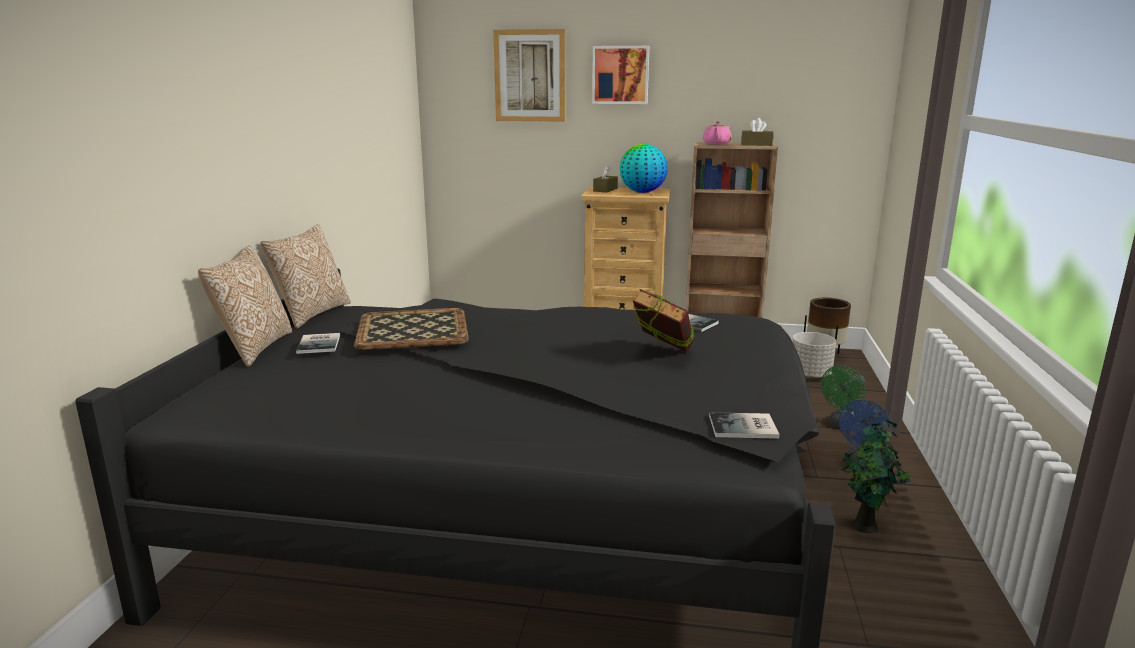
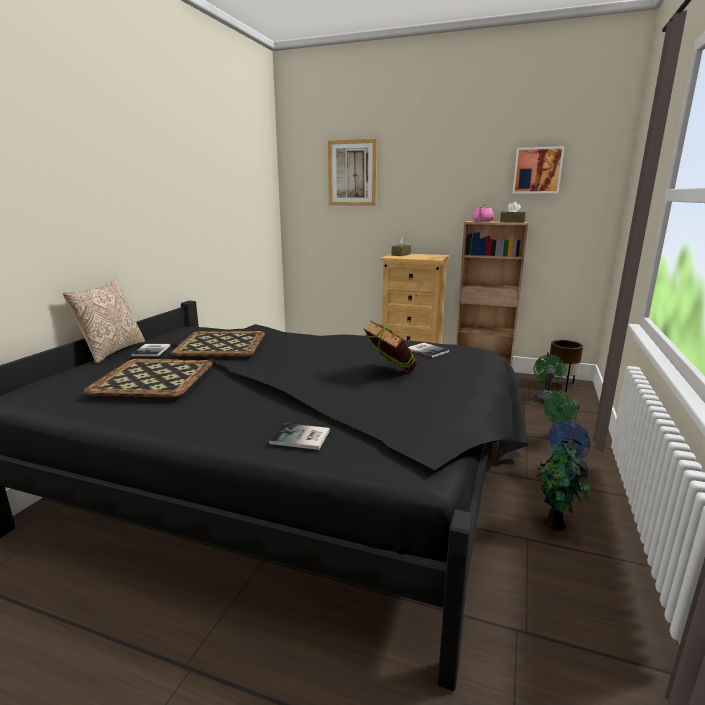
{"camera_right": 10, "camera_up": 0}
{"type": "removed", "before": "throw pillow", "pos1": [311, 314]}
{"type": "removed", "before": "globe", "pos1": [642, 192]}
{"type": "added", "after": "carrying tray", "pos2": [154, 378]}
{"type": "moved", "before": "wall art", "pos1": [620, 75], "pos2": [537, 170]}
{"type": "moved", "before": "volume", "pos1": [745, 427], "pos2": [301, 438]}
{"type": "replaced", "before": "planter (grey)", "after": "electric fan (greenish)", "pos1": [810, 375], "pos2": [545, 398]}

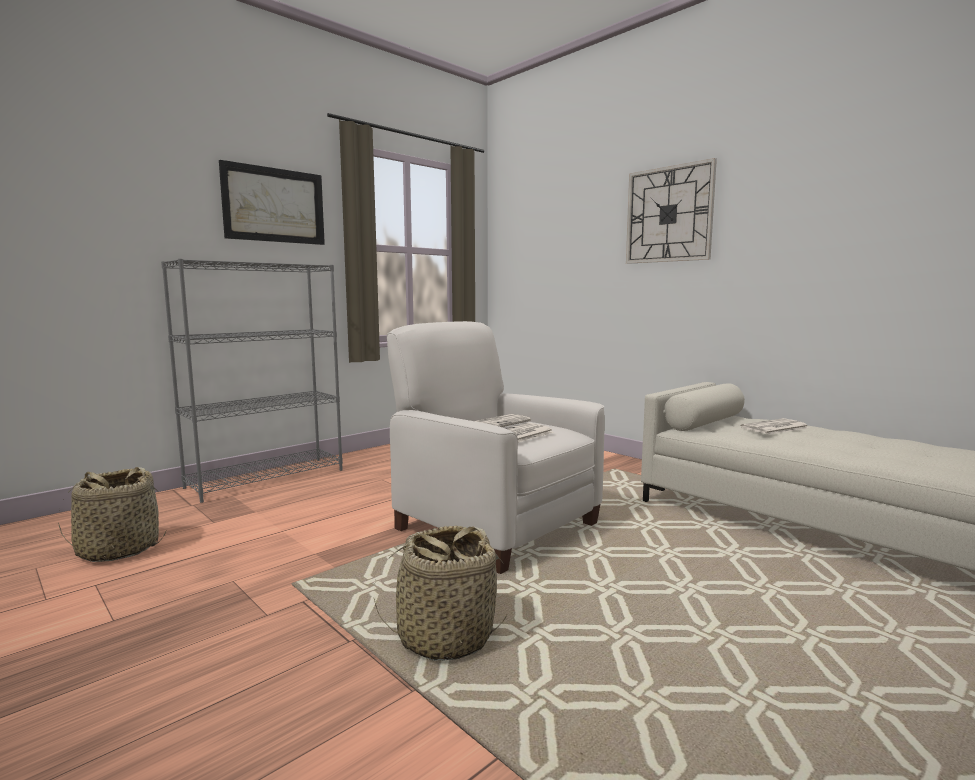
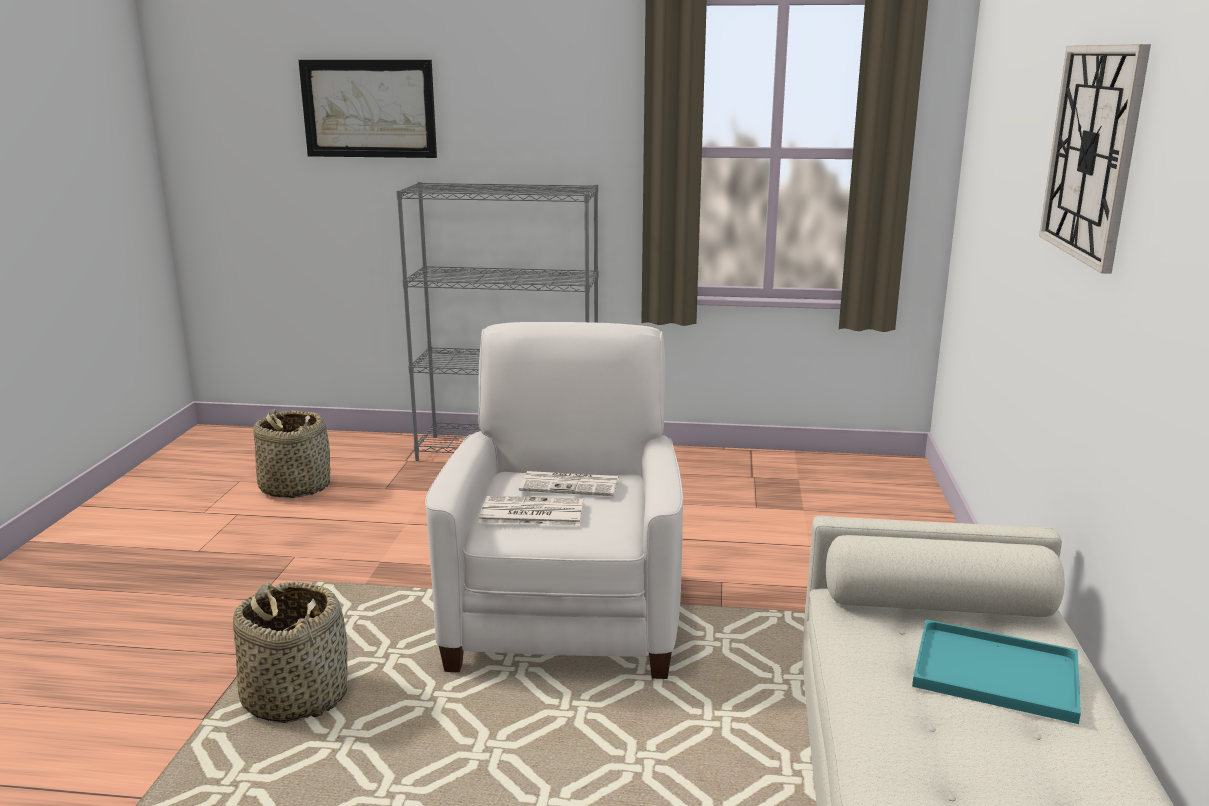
{"camera_right": 50, "camera_up": 10}
{"type": "moved", "before": "wall art", "pos1": [274, 205], "pos2": [369, 108]}
{"type": "replaced", "before": "newspaper", "after": "carrying tray (turquoise-coloured)", "pos1": [774, 428], "pos2": [992, 673]}

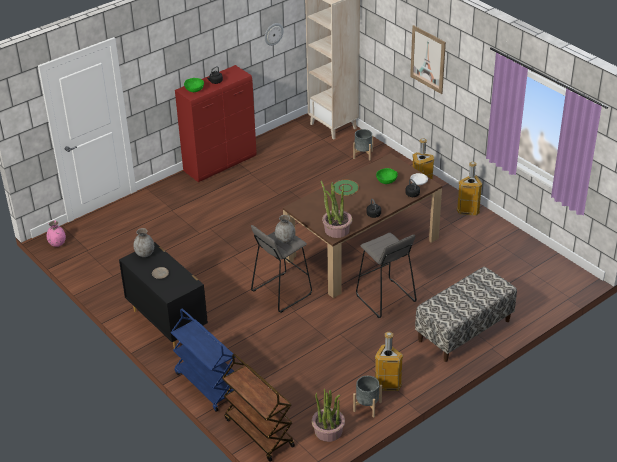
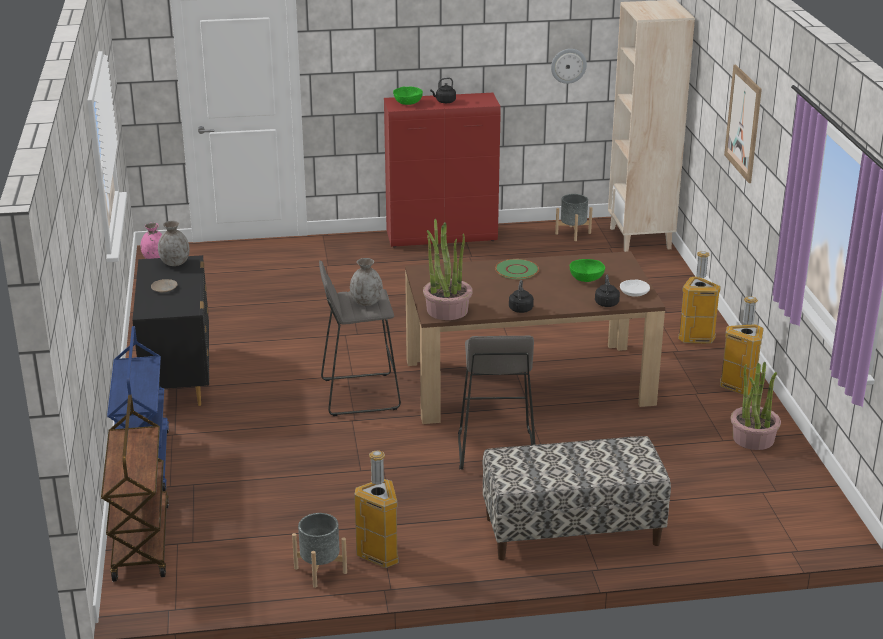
{"camera_right": 30, "camera_up": -10}
{"type": "moved", "before": "potted plant", "pos1": [328, 431], "pos2": [753, 439]}
{"type": "moved", "before": "planter (grey)", "pos1": [363, 154], "pos2": [573, 233]}

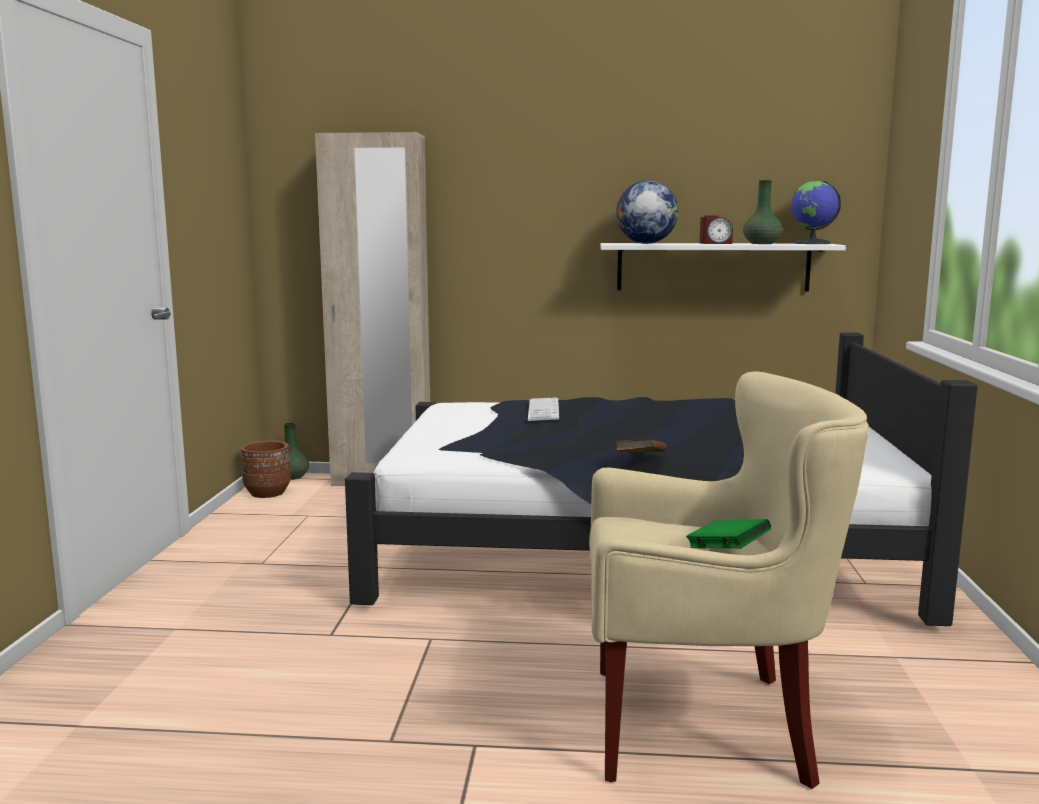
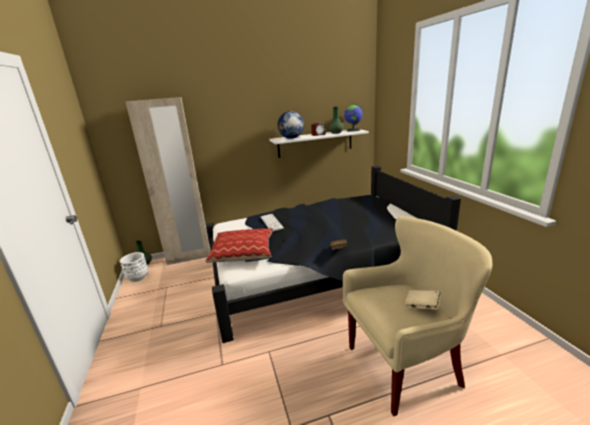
{"camera_right": -20, "camera_up": 10}
{"type": "added", "after": "throw pillow", "pos2": [243, 252]}
{"type": "recoloured", "before": "planter (brown)", "after": "planter (white)", "pos1": [267, 493], "pos2": [137, 277]}
{"type": "recoloured", "before": "volume (greenish)", "after": "volume (sand-coloured)", "pos1": [727, 552], "pos2": [422, 306]}

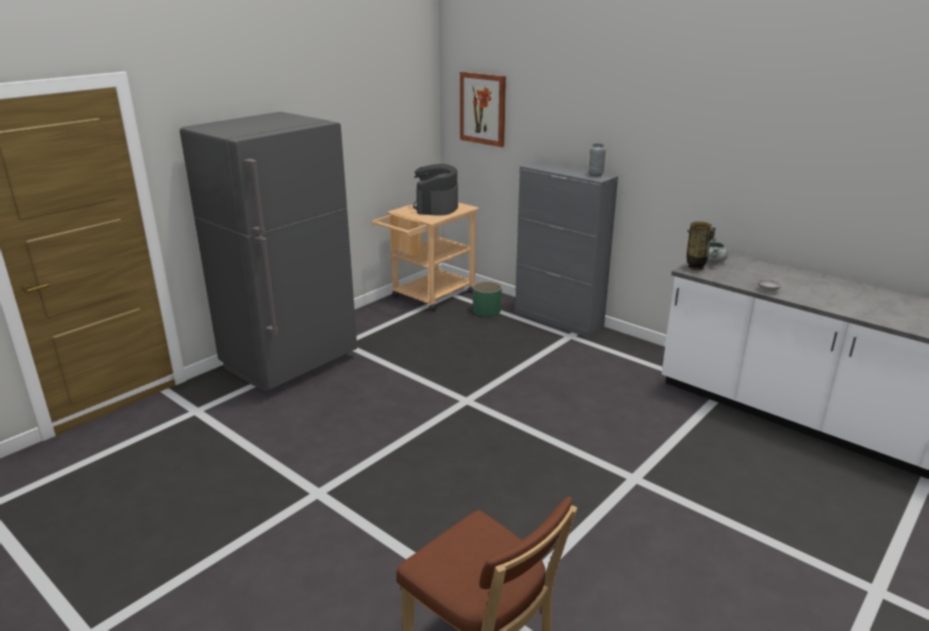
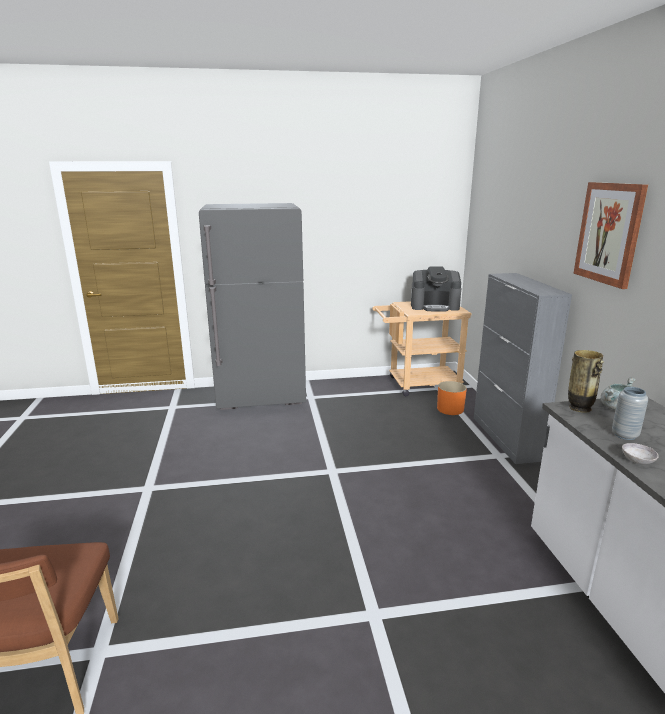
{"camera_right": 40, "camera_up": -5}
{"type": "moved", "before": "wall art", "pos1": [483, 109], "pos2": [609, 233]}
{"type": "moved", "before": "flower vase (grey)", "pos1": [595, 175], "pos2": [624, 435]}
{"type": "recoloured", "before": "planter (greenish)", "after": "planter (orange-coloured)", "pos1": [487, 310], "pos2": [450, 409]}
{"type": "turned", "before": "coffee machine", "pos1": [436, 207], "pos2": [435, 306], "turn": -135}

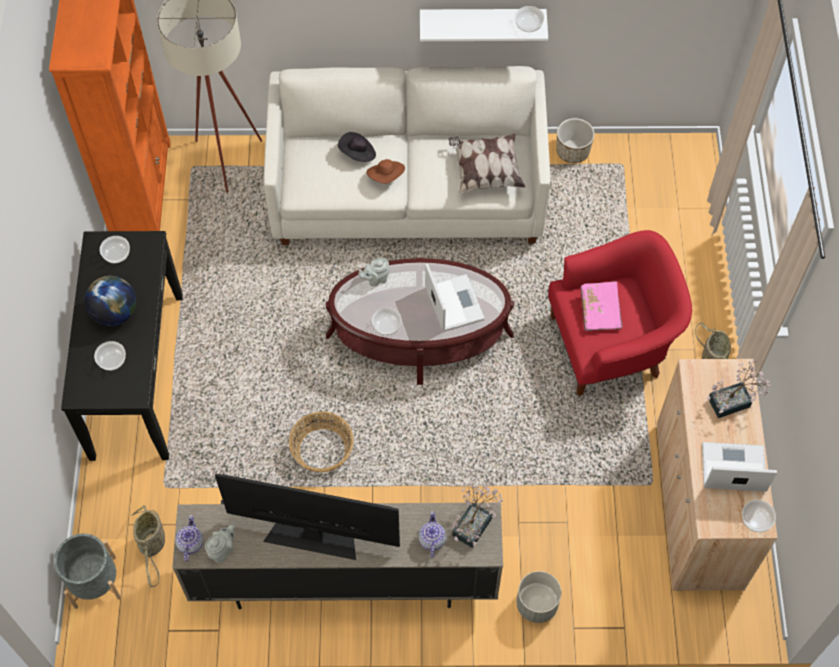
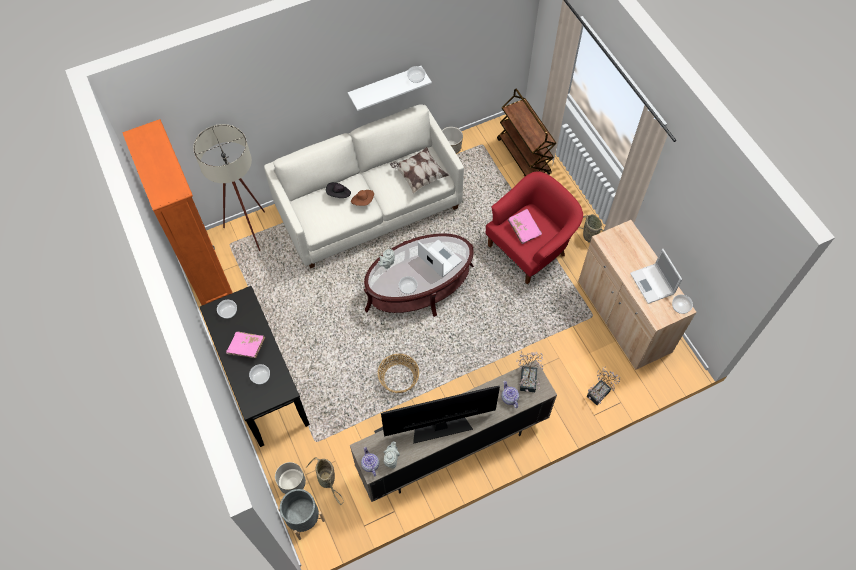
{"camera_right": -25, "camera_up": 0}
{"type": "added", "after": "wheeled cart (brown)", "pos2": [524, 157]}
{"type": "moved", "before": "planter (grey)", "pos1": [536, 604], "pos2": [292, 483]}
{"type": "moved", "before": "potted plant", "pos1": [733, 401], "pos2": [600, 392]}
{"type": "replaced", "before": "globe", "after": "volume (pinkish)", "pos1": [115, 313], "pos2": [247, 347]}
{"type": "turned", "before": "portable computer", "pos1": [732, 468], "pos2": [652, 284], "turn": -90}

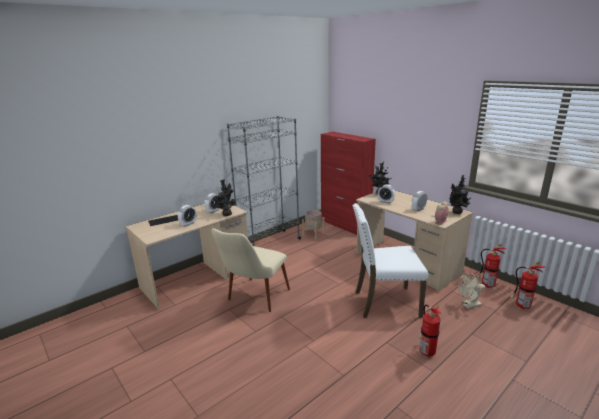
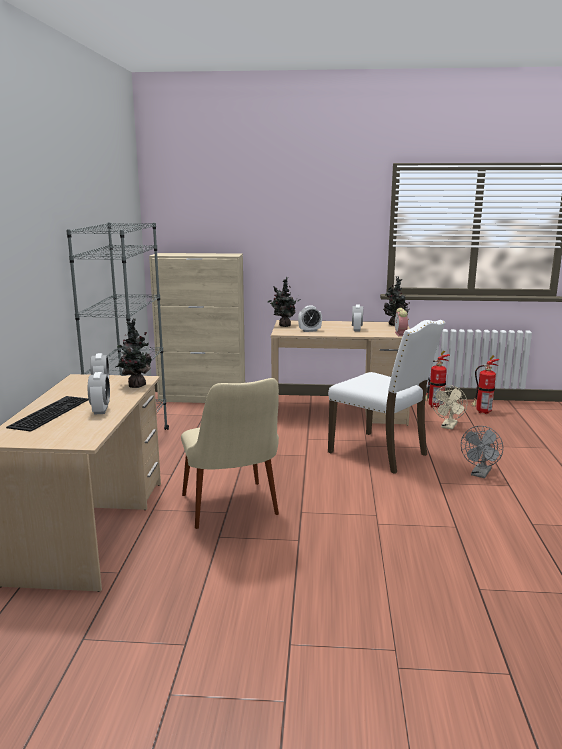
{"camera_right": -45, "camera_up": -5}
{"type": "removed", "before": "planter (sand-coloured)", "pos1": [313, 234]}
{"type": "replaced", "before": "extinguisher", "after": "electric fan (grey)", "pos1": [426, 351], "pos2": [480, 474]}
{"type": "recoloured", "before": "cabinet (red-coloured)", "after": "cabinet (sand-coloured)", "pos1": [345, 225], "pos2": [202, 398]}
{"type": "turned", "before": "upright chair (white)", "pos1": [384, 303], "pos2": [380, 453], "turn": -90}

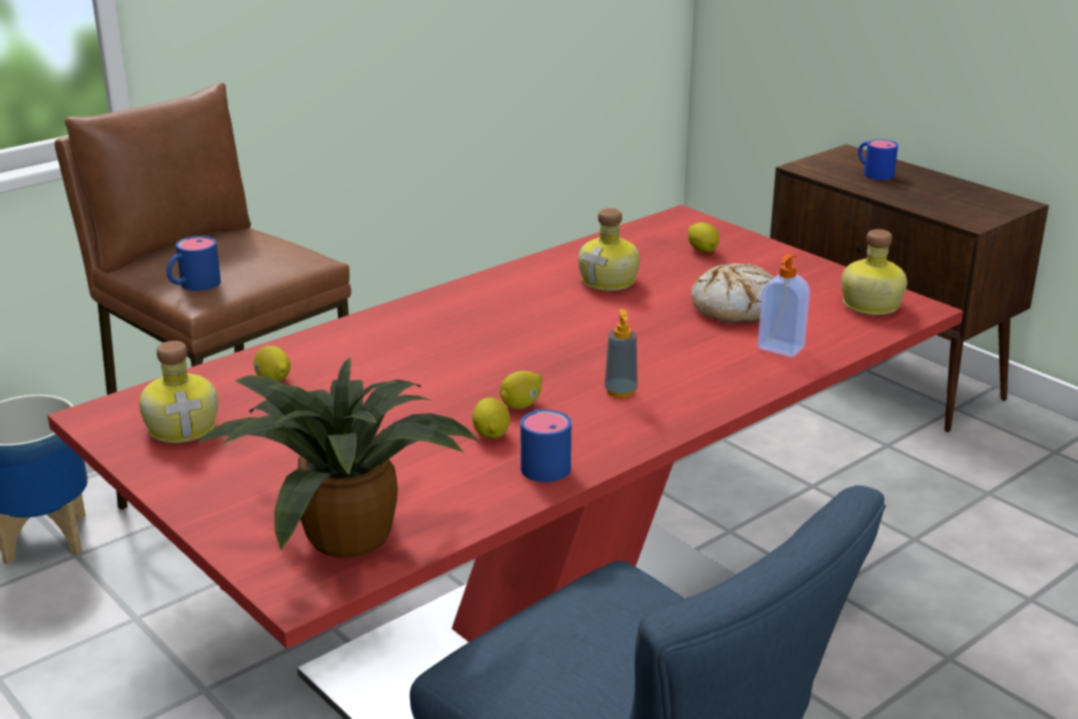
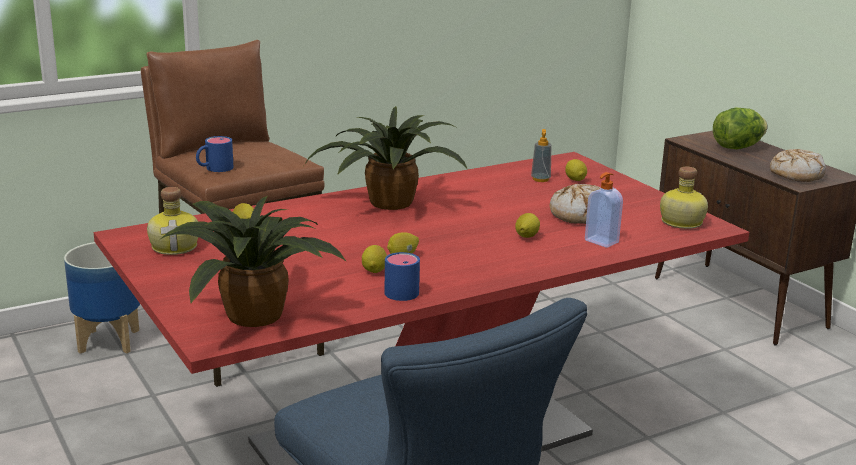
{"camera_right": 10, "camera_up": -5}
{"type": "removed", "before": "drink bottle", "pos1": [610, 281]}
{"type": "added", "after": "potted plant", "pos2": [387, 203]}
{"type": "added", "after": "citrus fruit", "pos2": [526, 237]}
{"type": "added", "after": "bread", "pos2": [796, 174]}
{"type": "moved", "before": "liquid soap bottle", "pos1": [620, 391], "pos2": [540, 179]}
{"type": "replaced", "before": "mug (blue-coloured)", "after": "head of lettuce", "pos1": [873, 172], "pos2": [737, 147]}

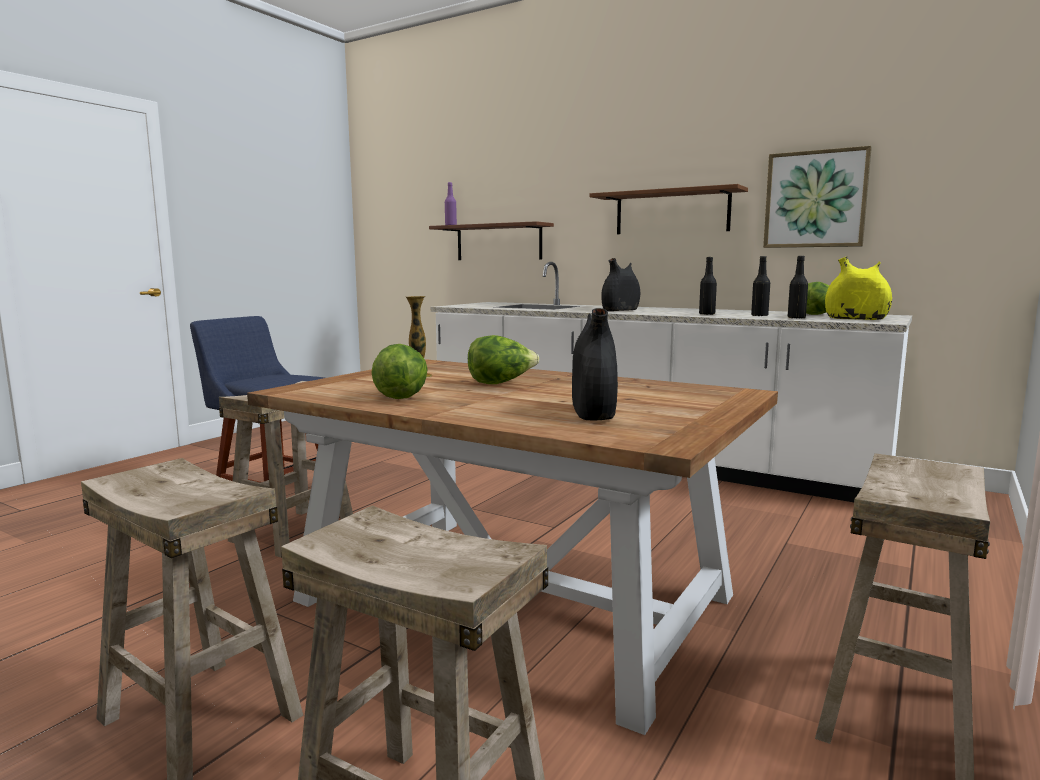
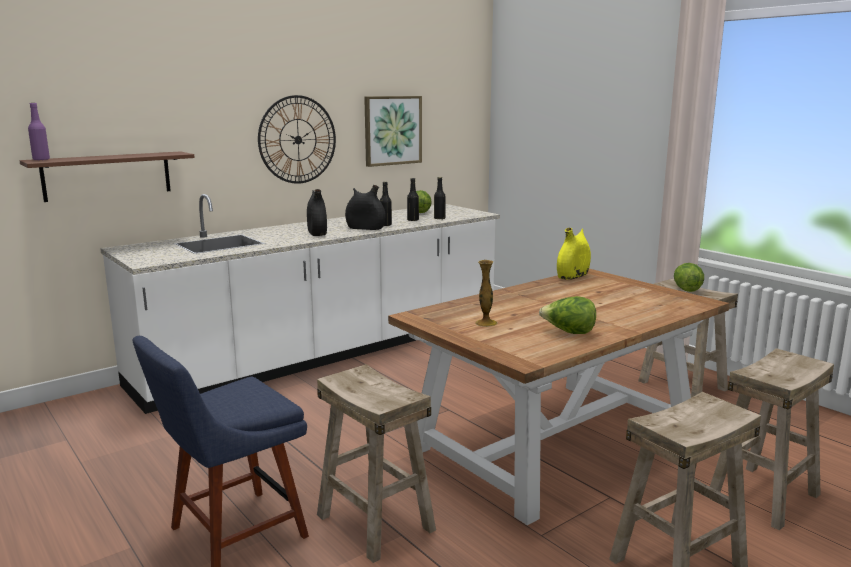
{"camera_right": -70, "camera_up": 5}
{"type": "moved", "before": "head of lettuce", "pos1": [501, 383], "pos2": [686, 289]}
{"type": "moved", "before": "flower vase (black-coloured)", "pos1": [593, 413], "pos2": [365, 228]}
{"type": "moved", "before": "flower vase (yellow)", "pos1": [856, 319], "pos2": [573, 276]}
{"type": "replaced", "before": "bracket shelf (brown)", "after": "hanging clock", "pos1": [671, 212], "pos2": [297, 140]}

